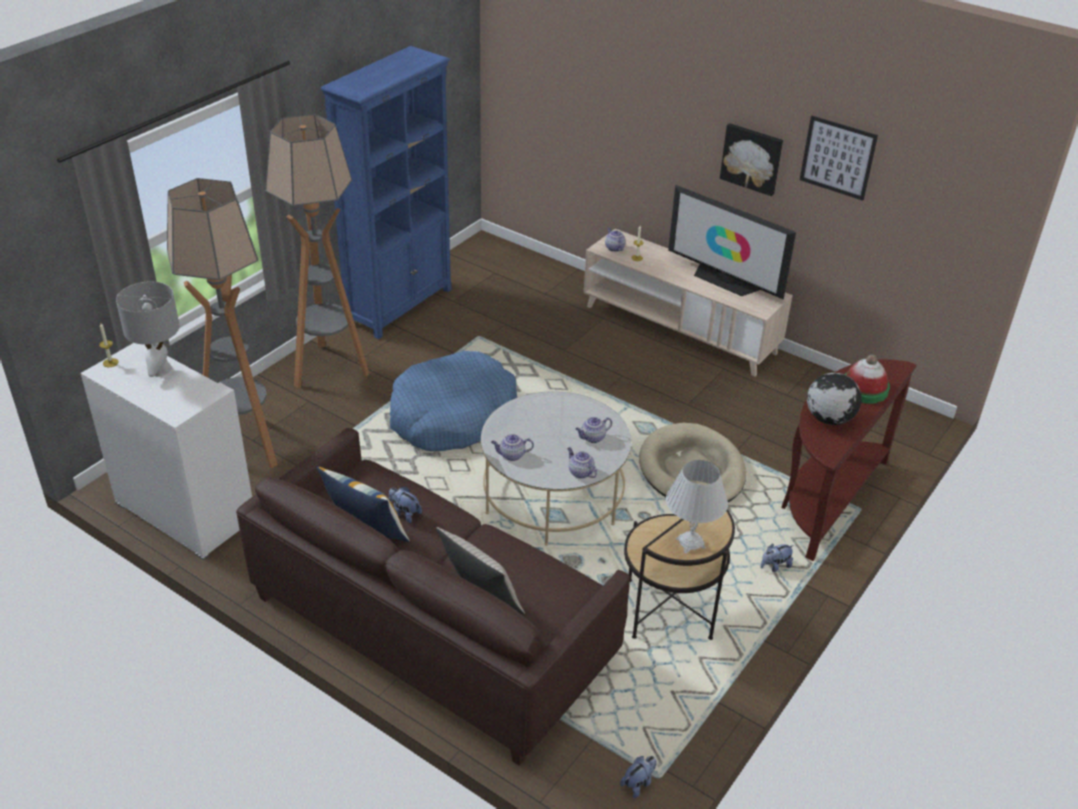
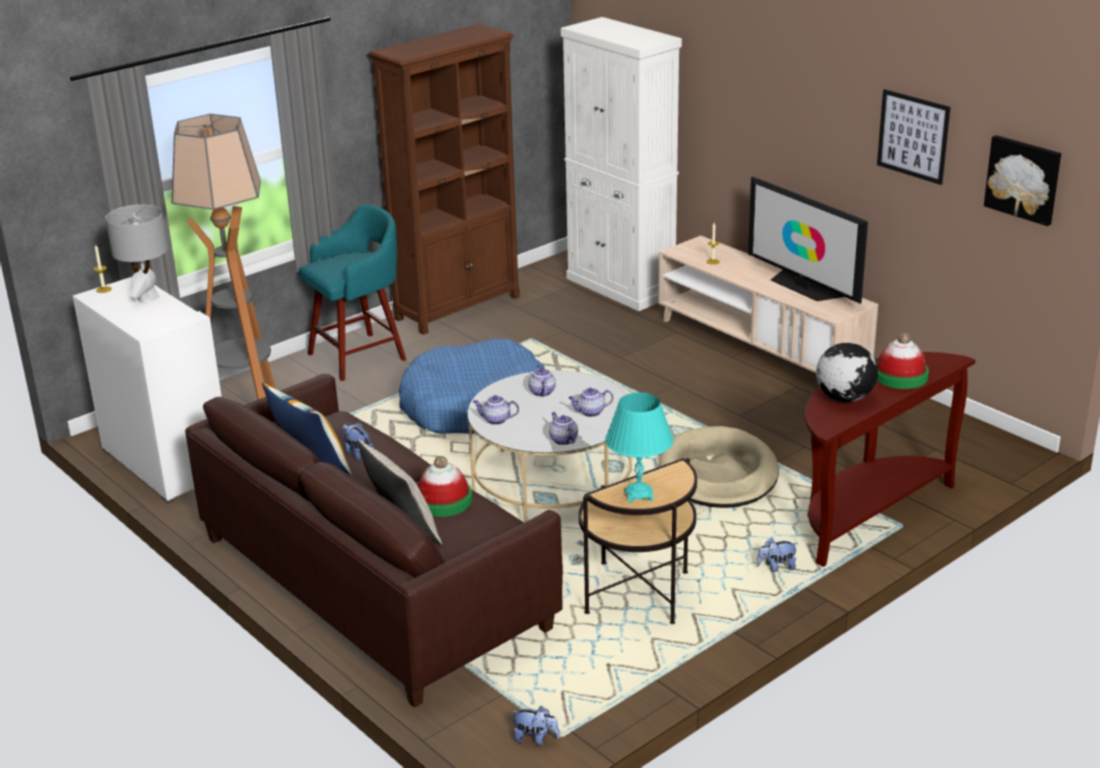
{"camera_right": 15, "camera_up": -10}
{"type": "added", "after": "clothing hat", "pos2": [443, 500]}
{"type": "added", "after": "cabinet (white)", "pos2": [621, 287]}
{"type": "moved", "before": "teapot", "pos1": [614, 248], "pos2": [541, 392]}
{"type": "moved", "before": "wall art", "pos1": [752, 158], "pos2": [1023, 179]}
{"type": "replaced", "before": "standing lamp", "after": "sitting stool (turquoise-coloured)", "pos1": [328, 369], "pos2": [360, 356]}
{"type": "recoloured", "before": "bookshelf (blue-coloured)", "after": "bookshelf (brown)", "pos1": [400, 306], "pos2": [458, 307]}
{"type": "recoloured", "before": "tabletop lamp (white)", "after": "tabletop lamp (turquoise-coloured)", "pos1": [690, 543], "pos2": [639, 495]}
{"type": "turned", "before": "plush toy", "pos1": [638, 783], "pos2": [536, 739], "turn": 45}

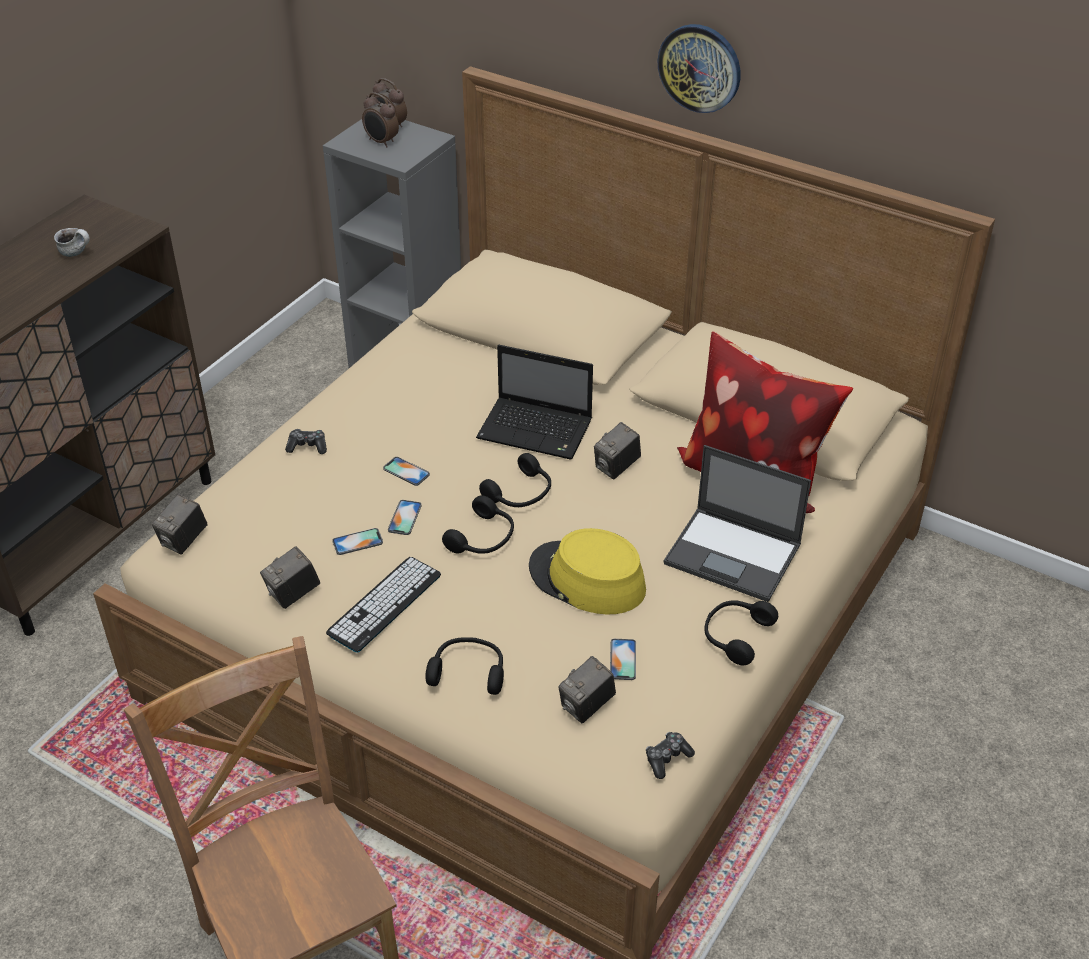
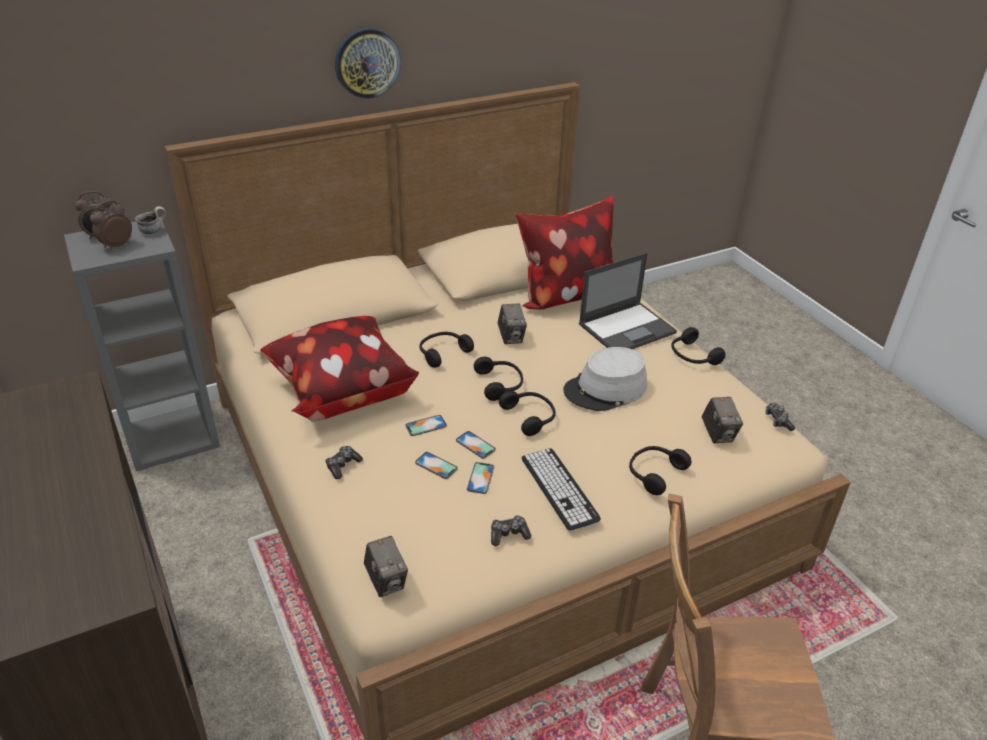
{"camera_right": -60, "camera_up": -5}
{"type": "added", "after": "throw pillow", "pos2": [340, 392]}
{"type": "moved", "before": "mug", "pos1": [77, 253], "pos2": [154, 230]}
{"type": "moved", "before": "handset", "pos1": [623, 659], "pos2": [436, 465]}
{"type": "replaced", "before": "still camera", "after": "gamepad", "pos1": [293, 594], "pos2": [508, 534]}
{"type": "replaced", "before": "portable computer", "after": "pair of headphones (black-coloured)", "pos1": [537, 430], "pos2": [442, 353]}
{"type": "recoloured", "before": "clothing hat (yellow)", "after": "clothing hat (grey)", "pos1": [586, 579], "pos2": [605, 389]}
{"type": "turned", "before": "alarm clock", "pos1": [381, 142], "pos2": [116, 246], "turn": 150}

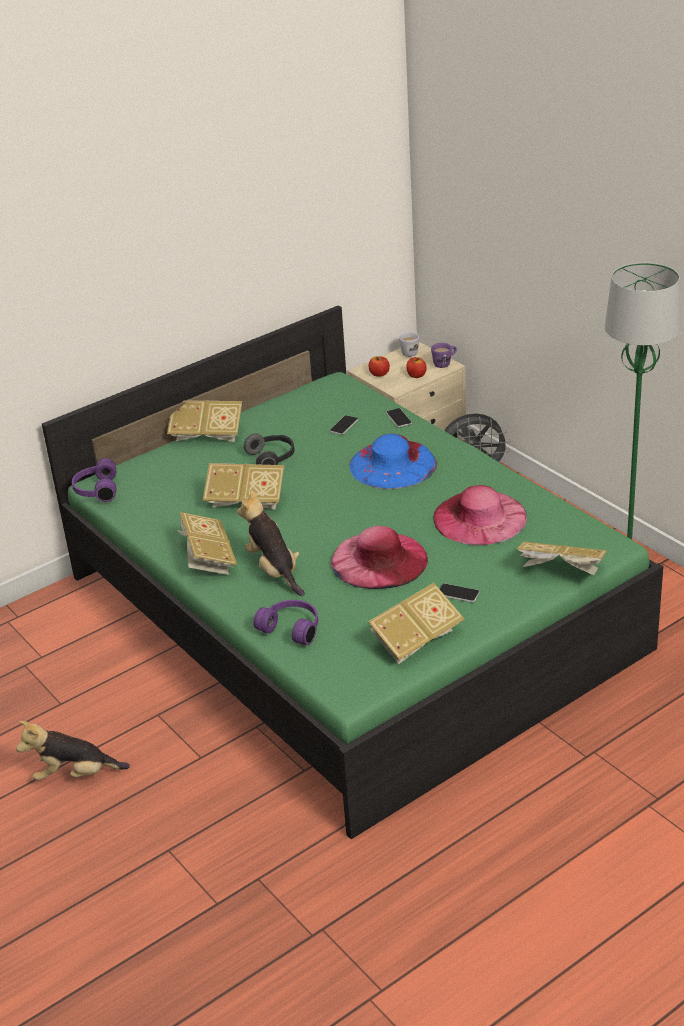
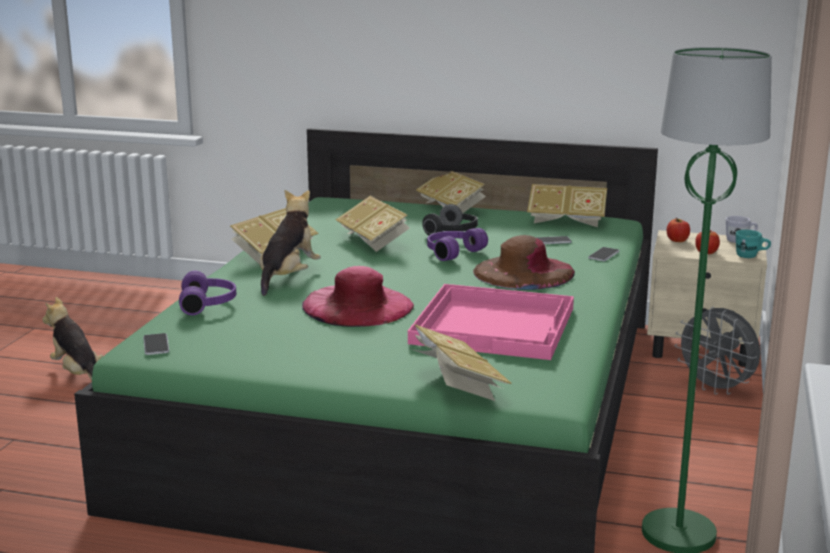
{"camera_right": 50, "camera_up": -15}
{"type": "moved", "before": "pair of headphones (purple-coloured)", "pos1": [96, 490], "pos2": [451, 252]}
{"type": "moved", "before": "volume", "pos1": [415, 640], "pos2": [566, 221]}
{"type": "moved", "before": "handset", "pos1": [458, 593], "pos2": [156, 345]}
{"type": "replaced", "before": "clothing hat (pinkish)", "after": "carrying tray (pinkish)", "pos1": [479, 517], "pos2": [495, 325]}
{"type": "recoloured", "before": "clothing hat (blue-coloured)", "after": "clothing hat (brown)", "pos1": [393, 464], "pos2": [523, 272]}
{"type": "recoloured", "before": "mug (purple-coloured)", "after": "mug (turquoise-coloured)", "pos1": [445, 363], "pos2": [751, 256]}

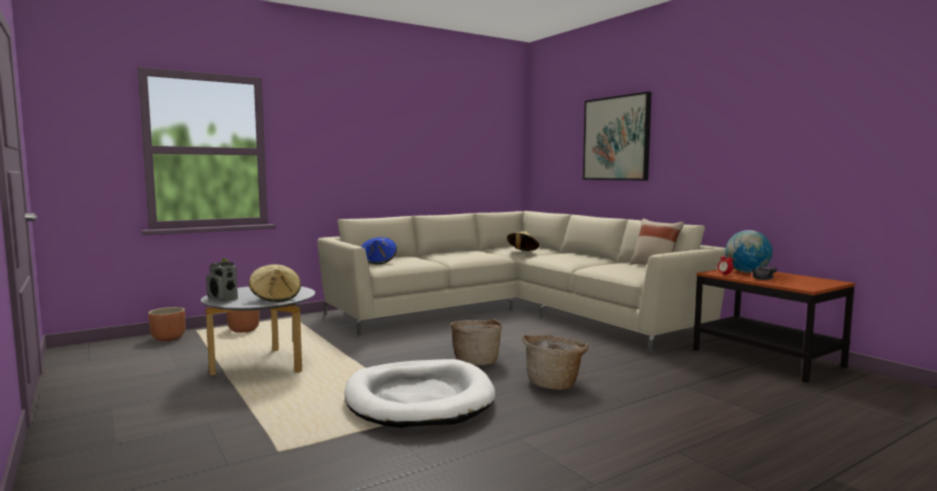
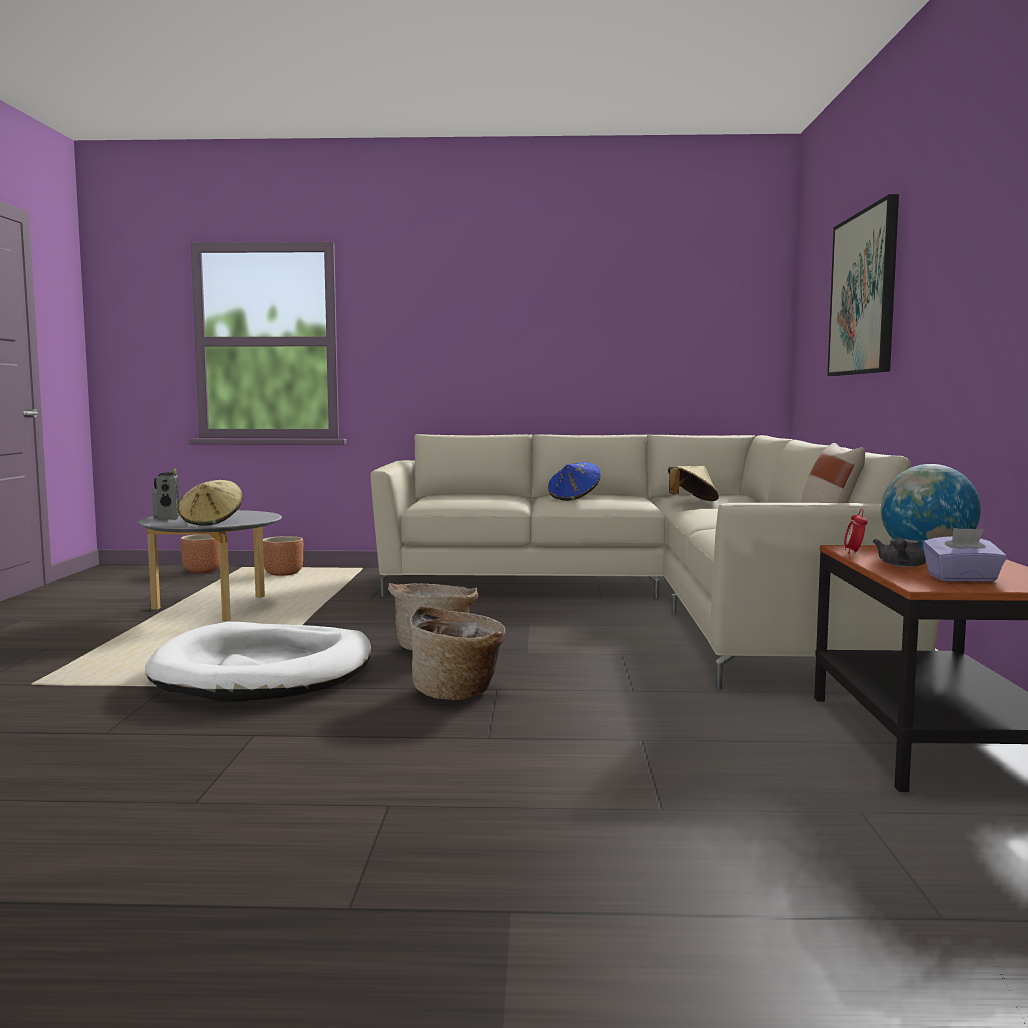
{"camera_right": 35, "camera_up": 0}
{"type": "added", "after": "box of tissues (purple-coloured)", "pos2": [962, 579]}
{"type": "moved", "before": "clothing hat (blue-coloured)", "pos1": [378, 262], "pos2": [574, 498]}

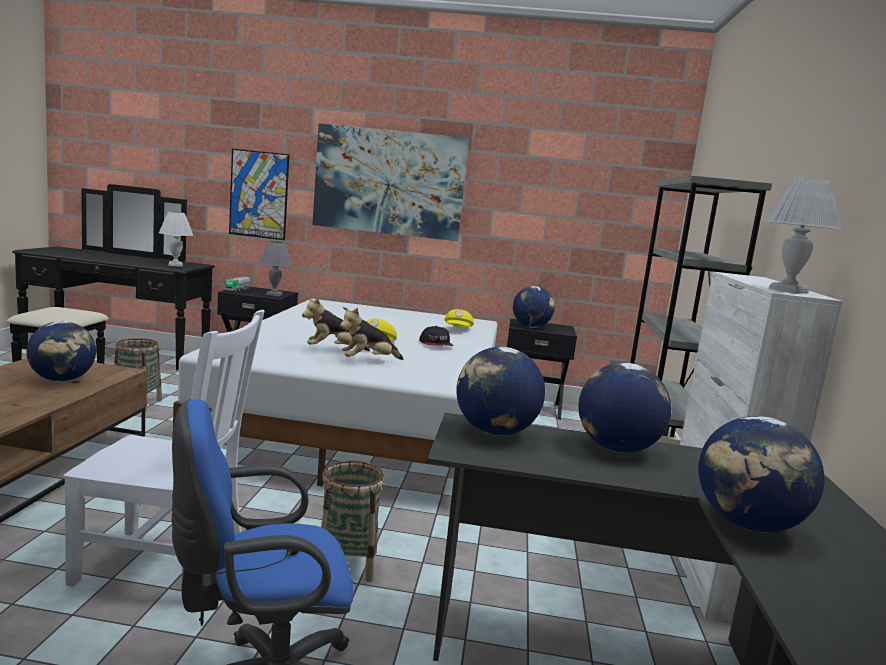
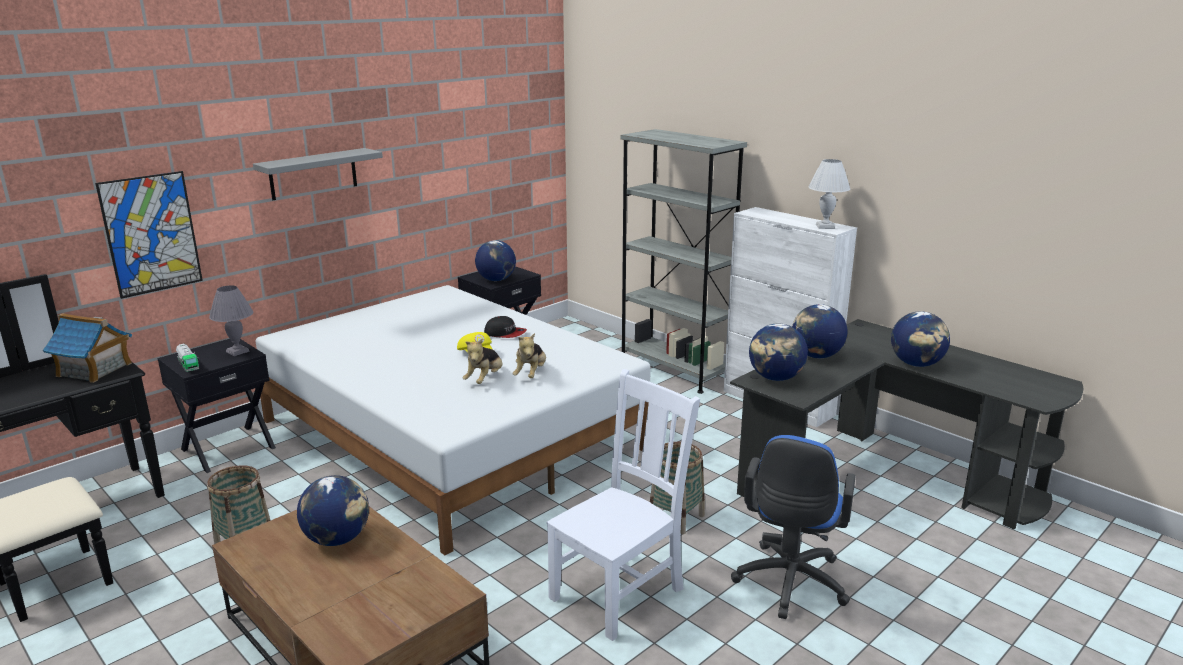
{"camera_right": -50, "camera_up": 10}
{"type": "removed", "before": "peaked cap (yellow)", "pos1": [458, 330]}
{"type": "replaced", "before": "tabletop lamp (white)", "after": "miniature house", "pos1": [175, 265], "pos2": [94, 370]}
{"type": "replaced", "before": "wall art", "after": "bracket shelf (grey)", "pos1": [389, 182], "pos2": [313, 174]}

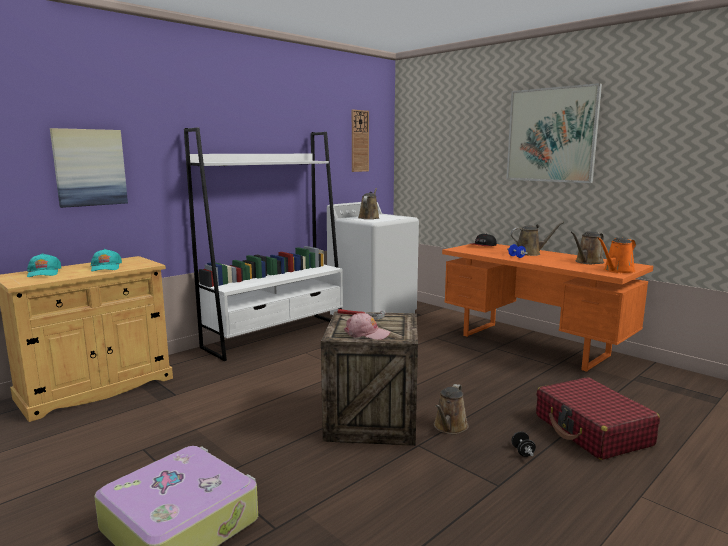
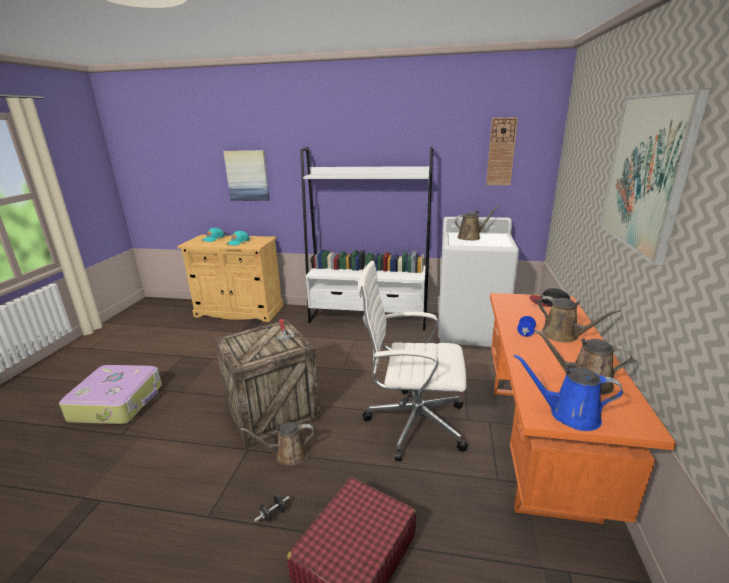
{"camera_right": 55, "camera_up": 10}
{"type": "removed", "before": "peaked cap (pinkish)", "pos1": [366, 334]}
{"type": "added", "after": "computer chair (white)", "pos2": [413, 423]}
{"type": "recoloured", "before": "watering can (orange-coloured)", "after": "watering can (blue-coloured)", "pos1": [617, 270], "pos2": [569, 414]}

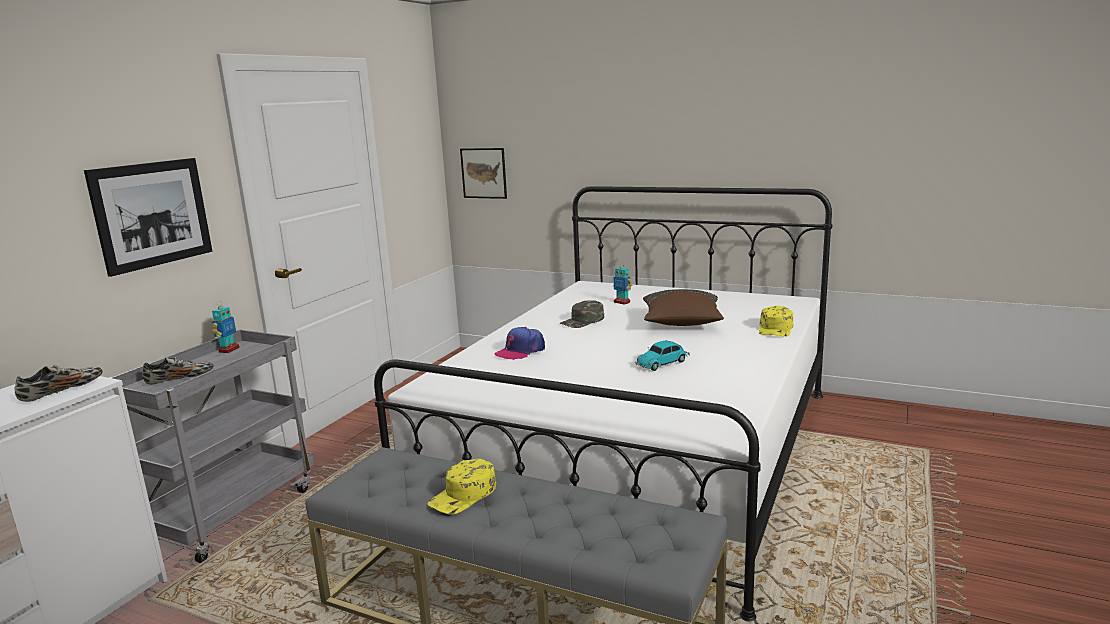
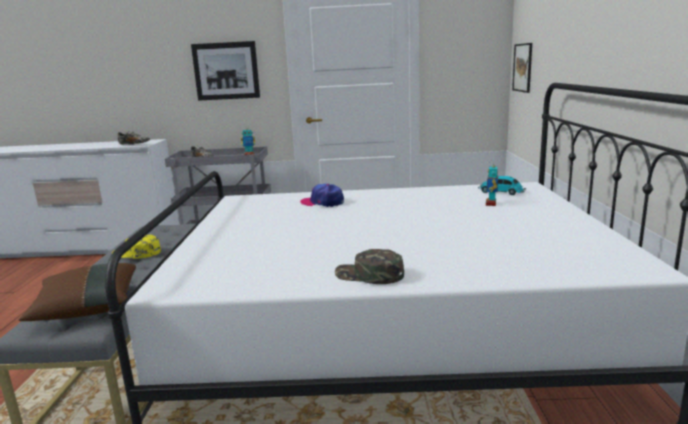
{"camera_right": 65, "camera_up": 0}
{"type": "removed", "before": "peaked cap (yellow)", "pos1": [776, 329]}
{"type": "moved", "before": "peaked cap (greenish)", "pos1": [582, 321], "pos2": [369, 275]}
{"type": "moved", "before": "toy car", "pos1": [663, 363], "pos2": [502, 192]}
{"type": "moved", "before": "throw pillow (brown)", "pos1": [681, 323], "pos2": [87, 308]}

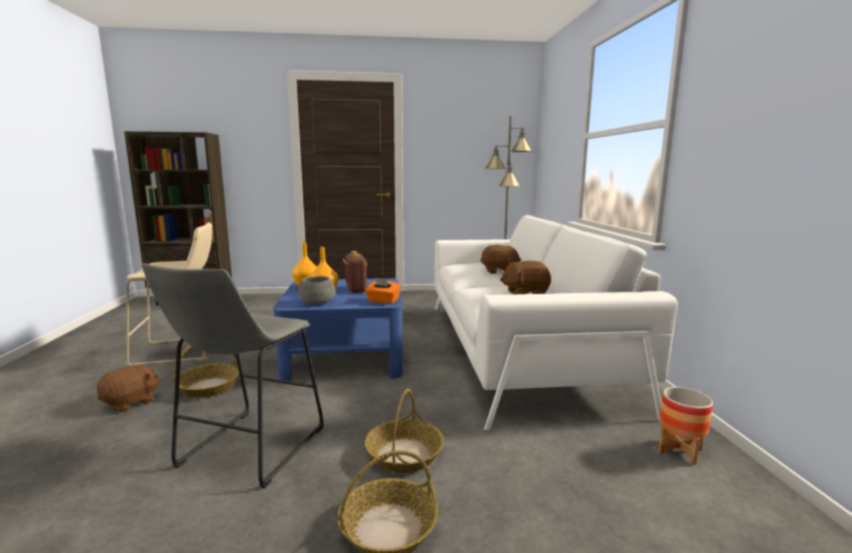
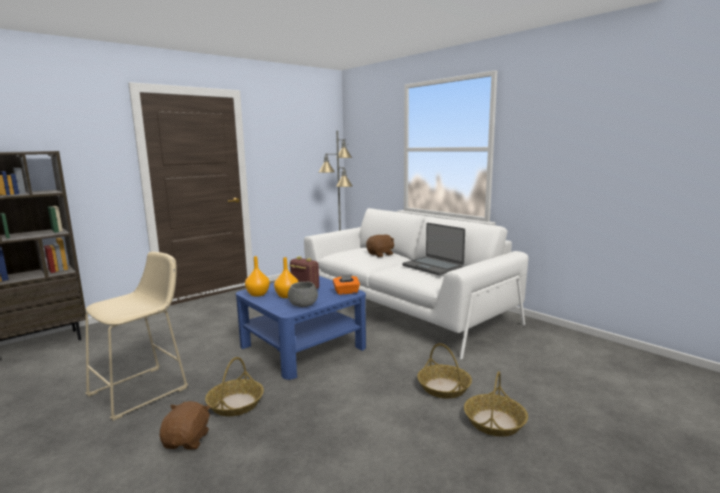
{"camera_right": -35, "camera_up": 0}
{"type": "removed", "before": "sitting stool (grey)", "pos1": [247, 450]}
{"type": "removed", "before": "planter", "pos1": [680, 451]}
{"type": "replaced", "before": "plush toy (brown)", "after": "portable computer", "pos1": [525, 293], "pos2": [433, 266]}

